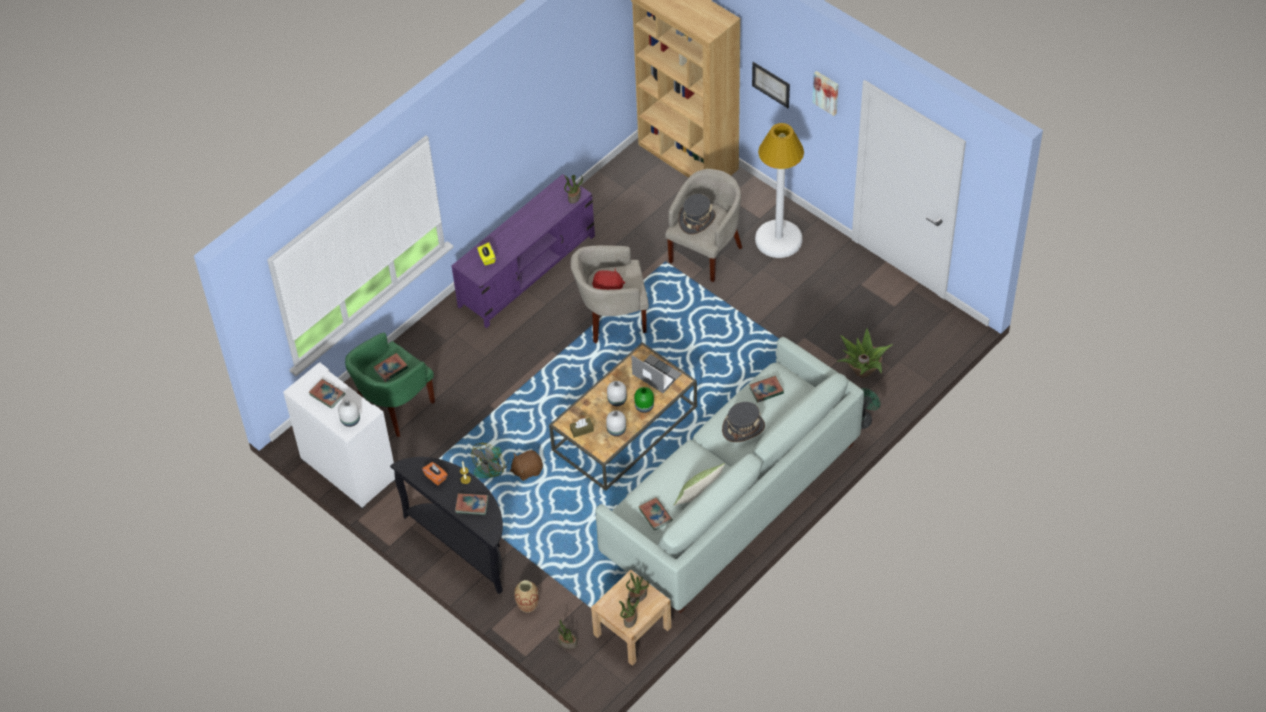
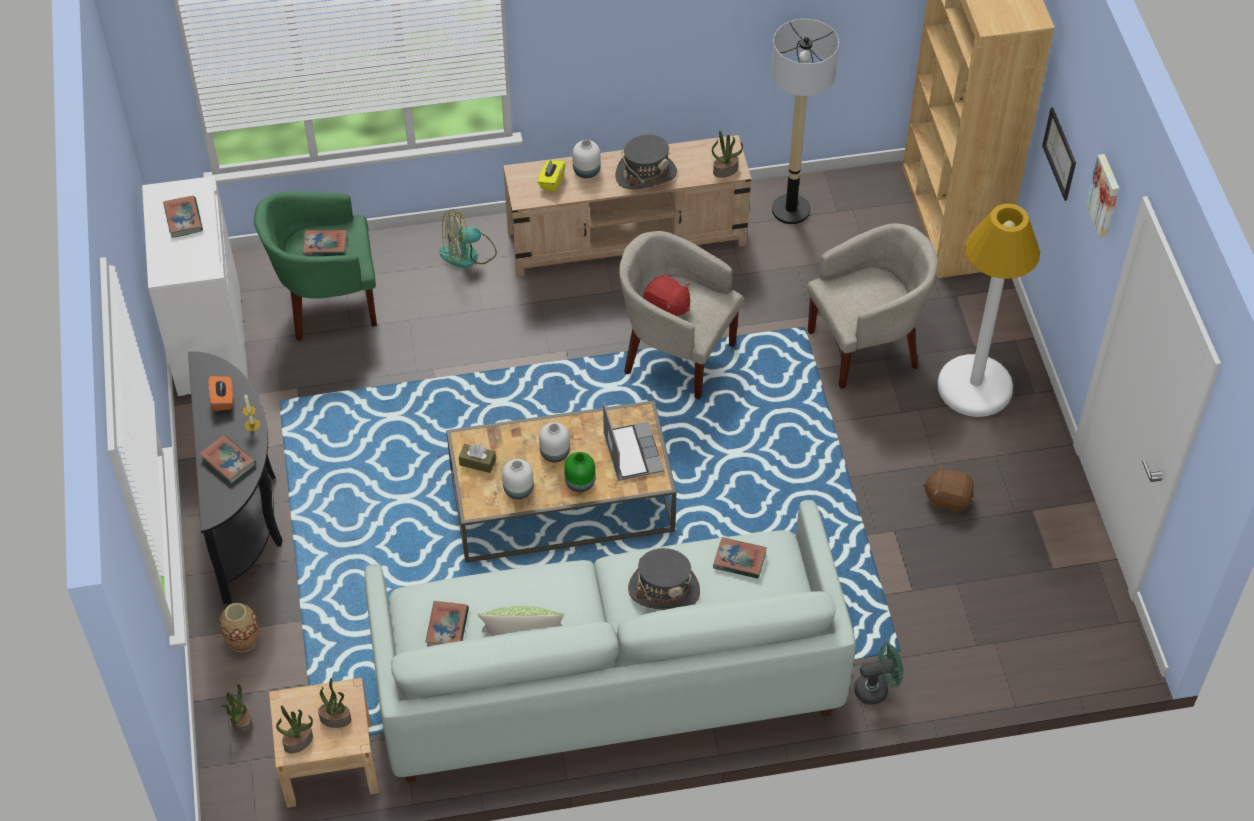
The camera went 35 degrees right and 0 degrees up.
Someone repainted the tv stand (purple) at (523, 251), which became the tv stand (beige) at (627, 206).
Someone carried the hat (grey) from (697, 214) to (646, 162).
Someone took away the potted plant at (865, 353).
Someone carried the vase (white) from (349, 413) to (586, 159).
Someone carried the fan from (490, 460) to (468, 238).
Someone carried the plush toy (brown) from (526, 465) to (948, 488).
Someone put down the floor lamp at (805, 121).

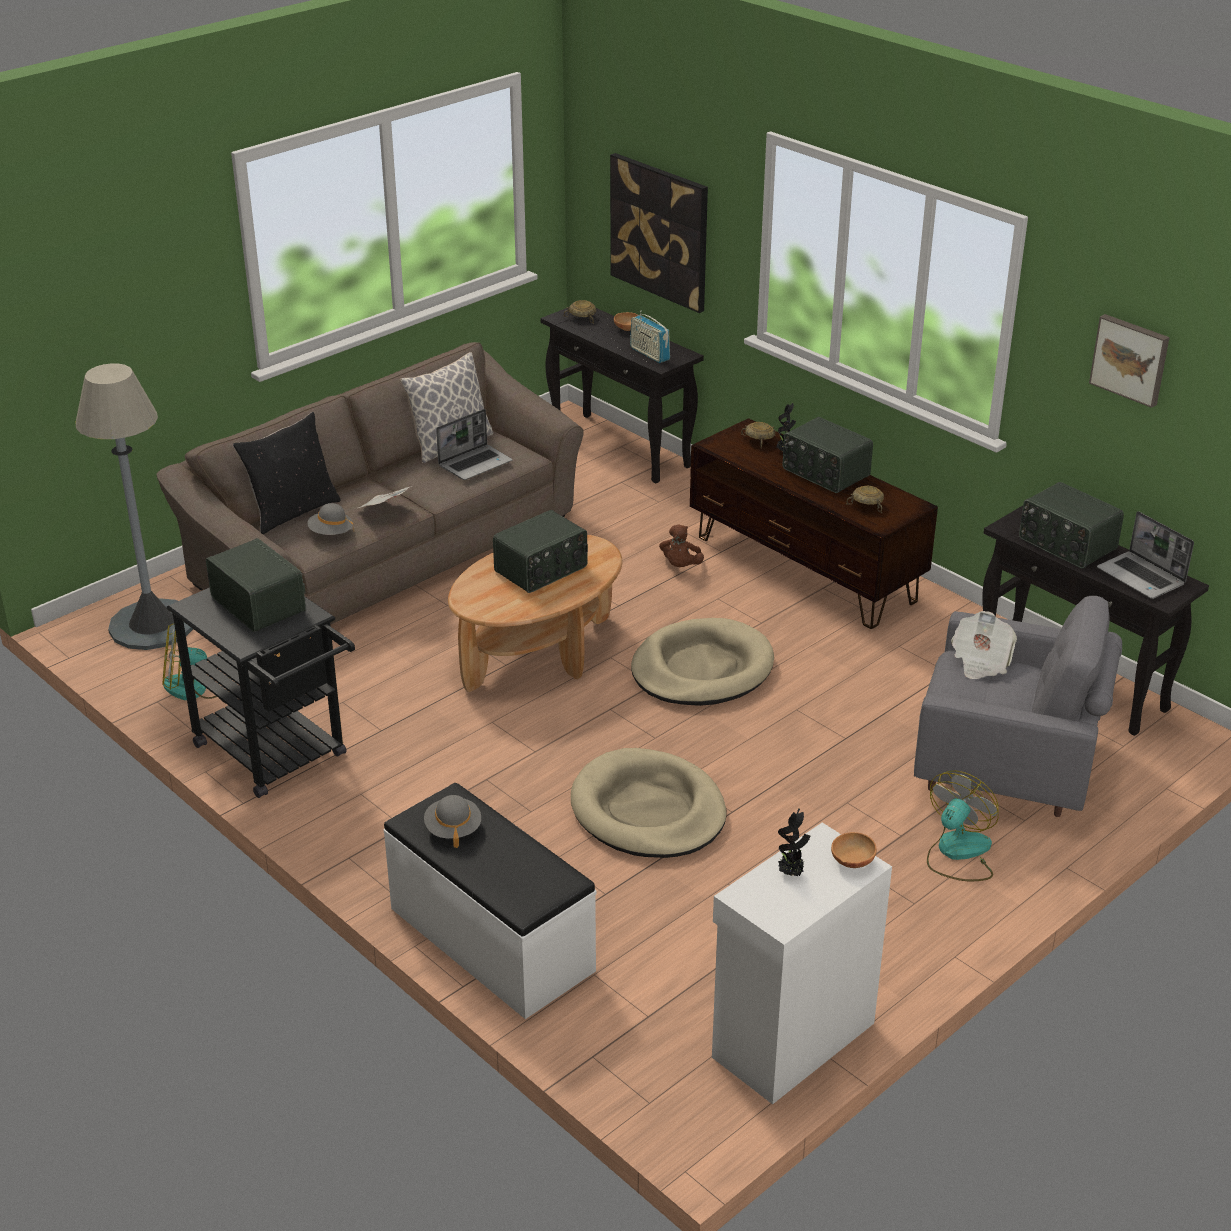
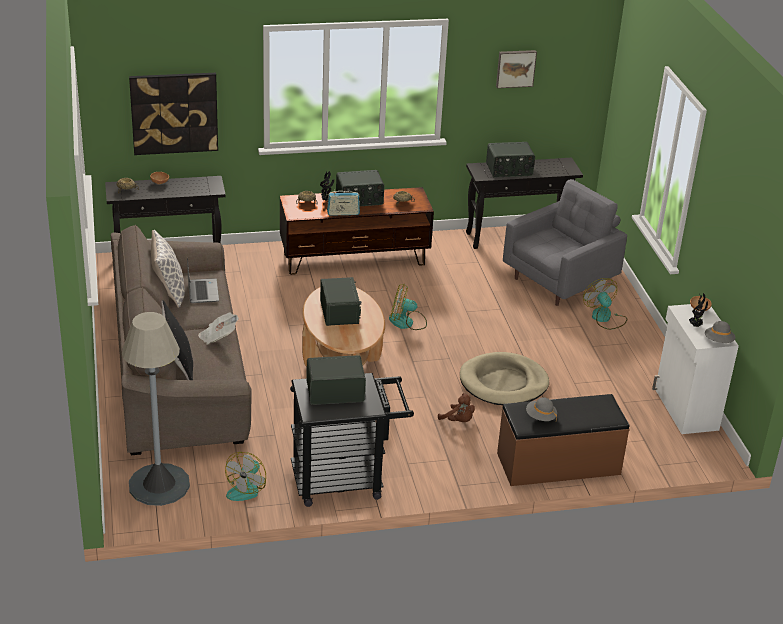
The camera went 60 degrees left and 0 degrees up.
Someone carried the radio from (650, 337) to (343, 203).
Someone carried the hat (grey) from (330, 519) to (720, 332).
Someone took away the laptop at (1145, 555).
Someone carried the plush toy (brown) from (681, 545) to (456, 407).
Someone took away the newspaper at (984, 645).
Someone swapped the dog bed (beige) at (702, 662) for the fan at (408, 307).
Someone repainted the bench (white) at (490, 901), which became the bench (brown) at (563, 440).

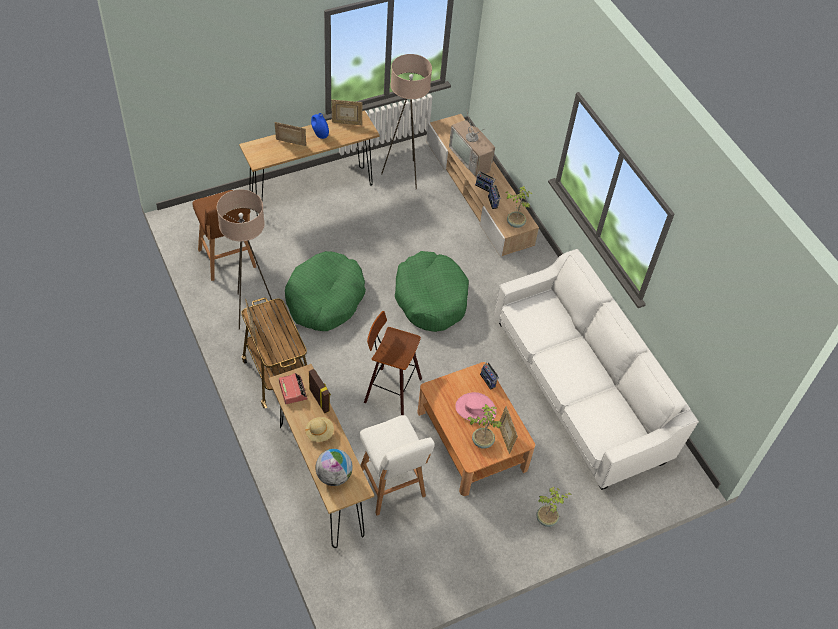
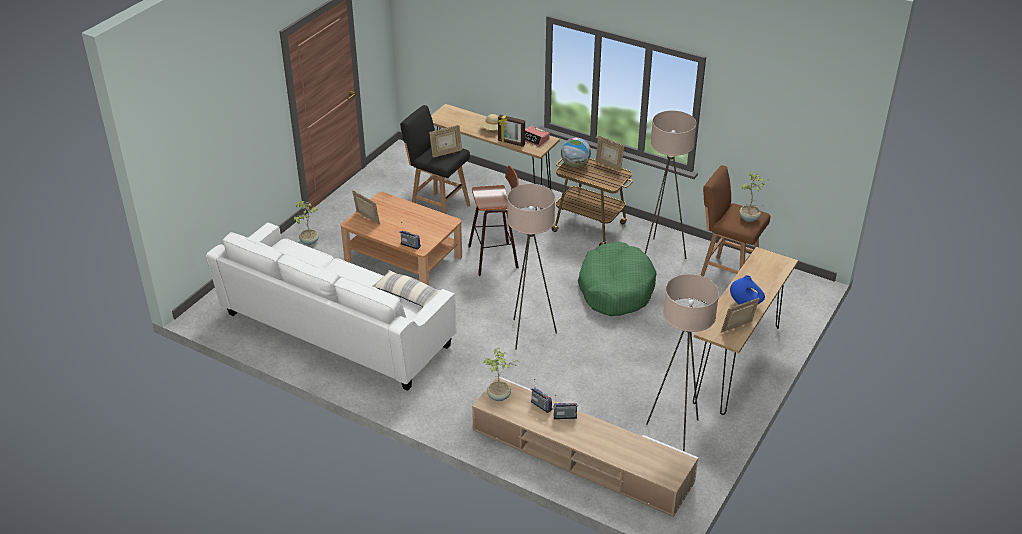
The camera went 150 degrees right and 15 degrees down.
Someone took away the television at (472, 143).
Someone carried the picture frame from (290, 134) to (445, 141).
Someone swapped the dog bed (green) at (432, 291) for the floor lamp (beige) at (532, 267).
Someone took away the hat (pink) at (475, 408).
Someone carried the potted plant from (484, 426) to (753, 196).
Someone repainted the stool (white) at (397, 465), which became the stool (black) at (435, 159).
Someone carried the globe from (334, 467) to (576, 153).
Someone put down the pillow at (406, 288).

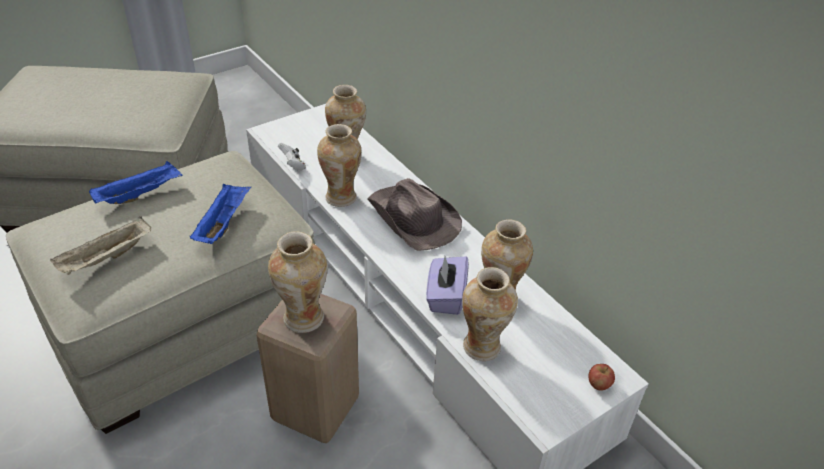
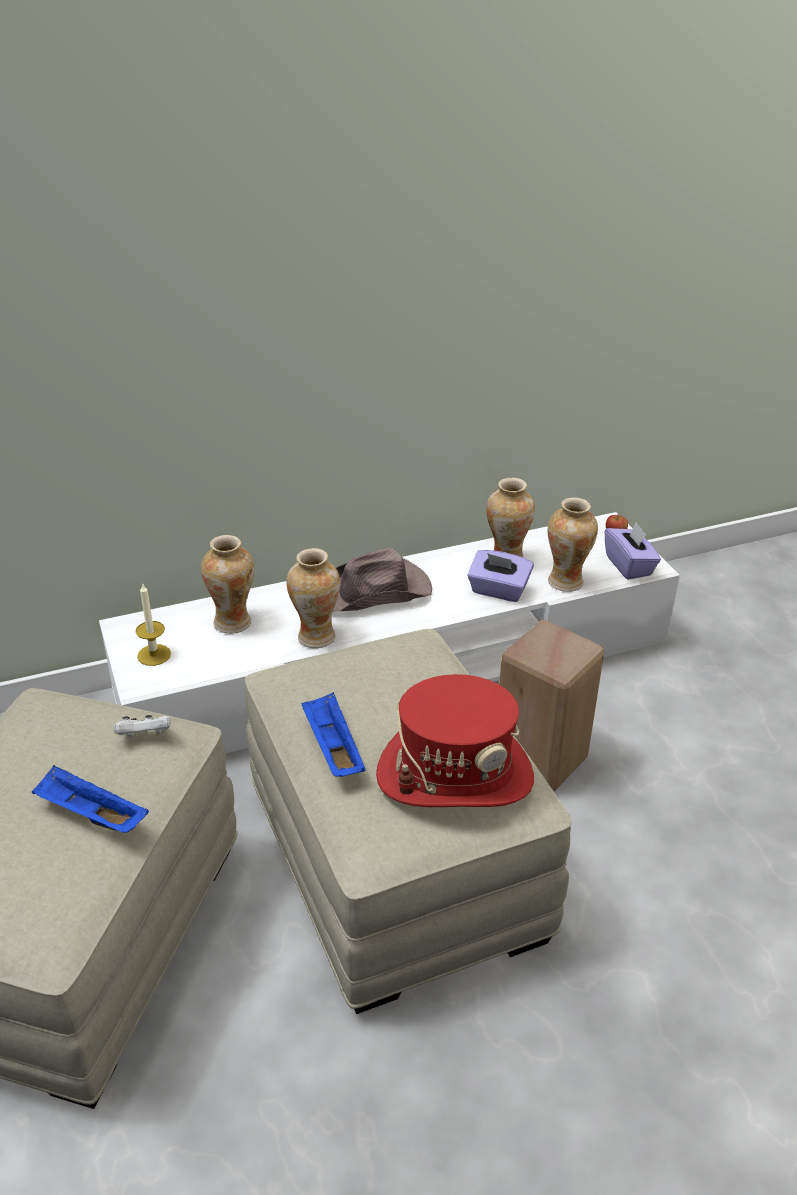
The camera went 75 degrees left and 5 degrees down.
Someone carried the game controller (white) from (292, 157) to (142, 726).
Someone carried the tray (blue) from (220, 213) to (90, 799).
Someone swapped the tray (beige) at (100, 245) for the hat (red) at (455, 740).
Someone took away the vase at (297, 282).
Someone put down the tissue box (purple) at (633, 551).
Someone put down the candle at (153, 625).

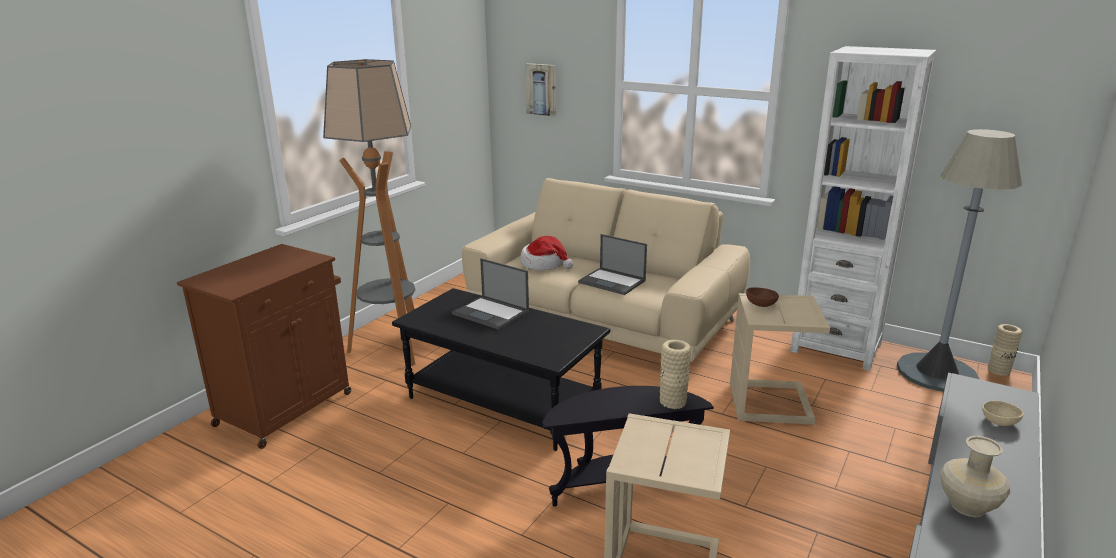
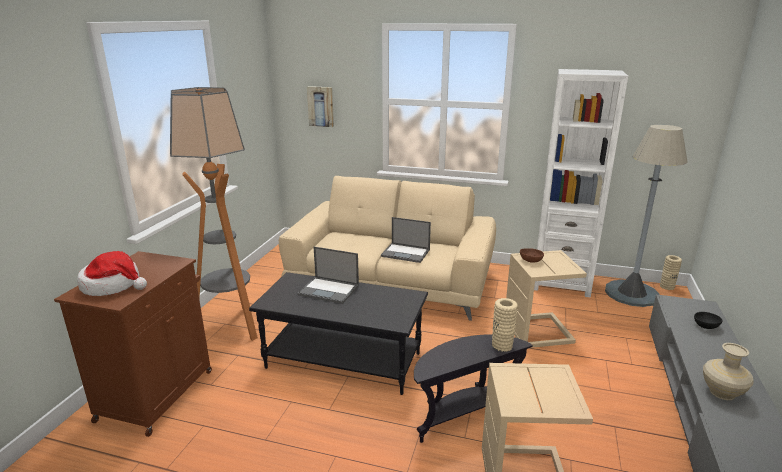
The camera went 15 degrees left and 0 degrees up.
Someone carried the hat from (546, 253) to (112, 273).
Someone repainted the bowl (beige) at (1003, 413), which became the bowl (black) at (708, 320).

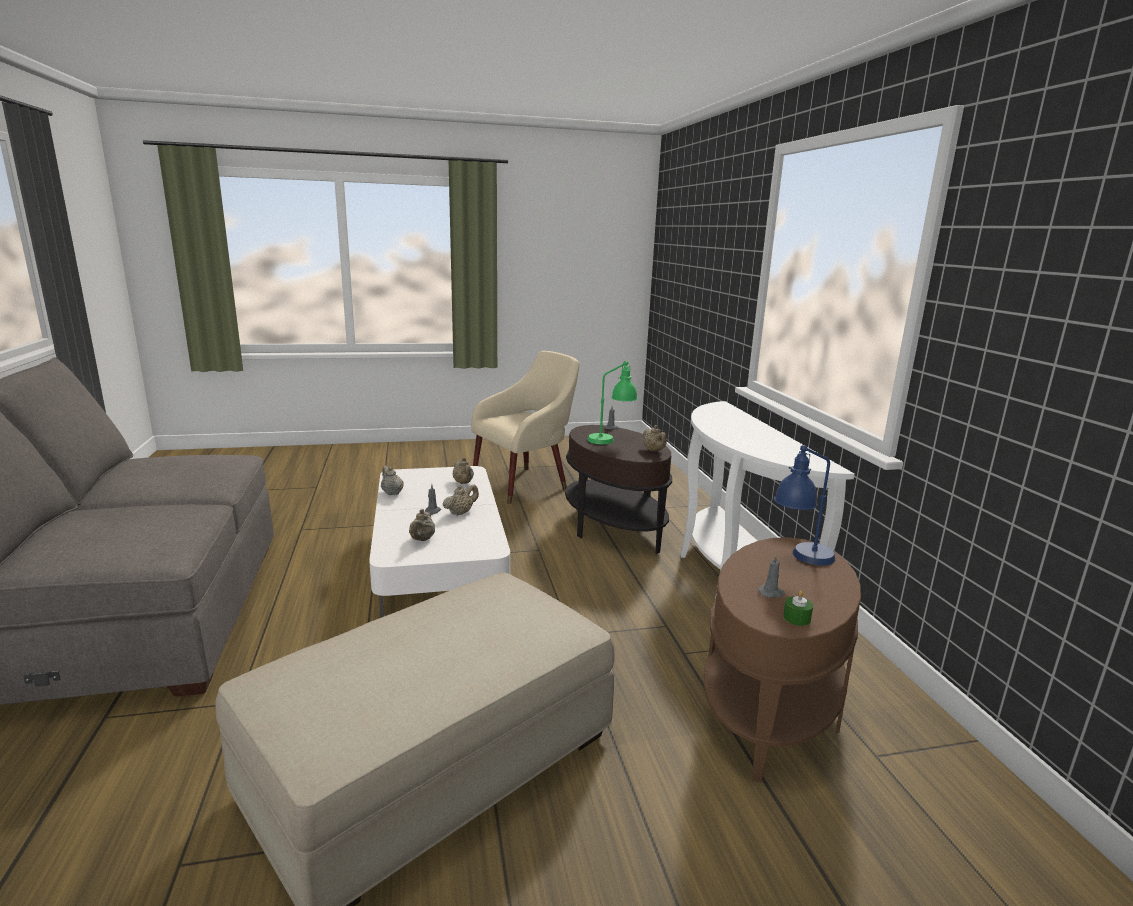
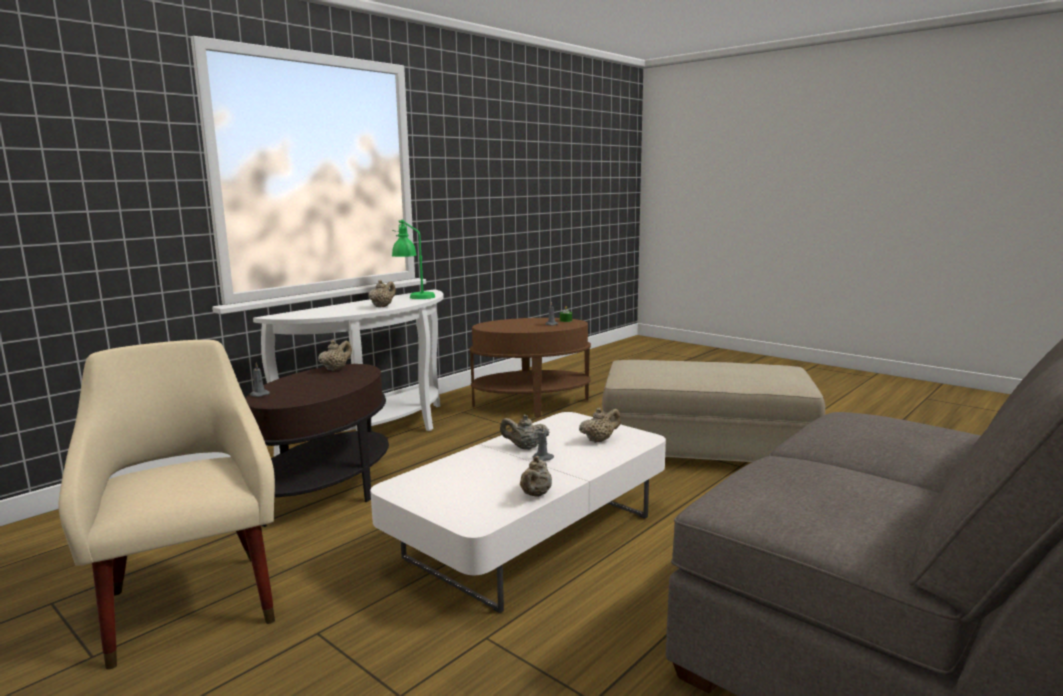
The camera went 125 degrees left and 5 degrees down.
Someone rotated the armchair (beige) at (525, 427) by 45 degrees clockwise.
Someone carried the table lamp (green) from (612, 402) to (413, 259).
Someone took away the table lamp (blue) at (804, 505).
Someone carried the teapot (beige) from (463, 470) to (382, 294).

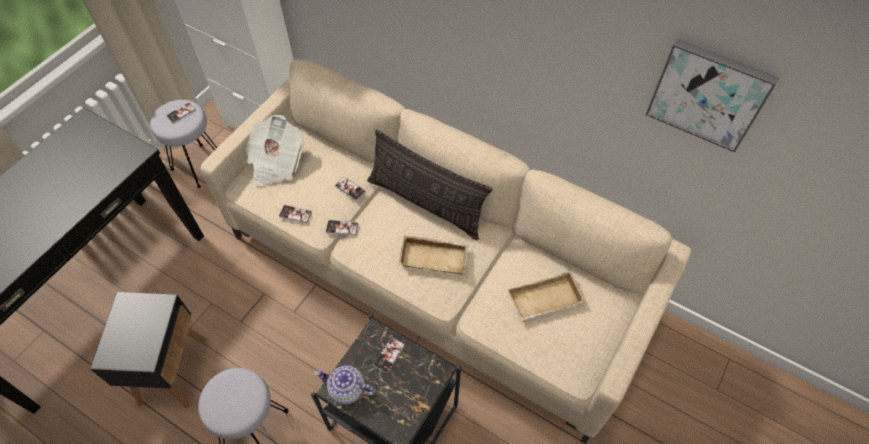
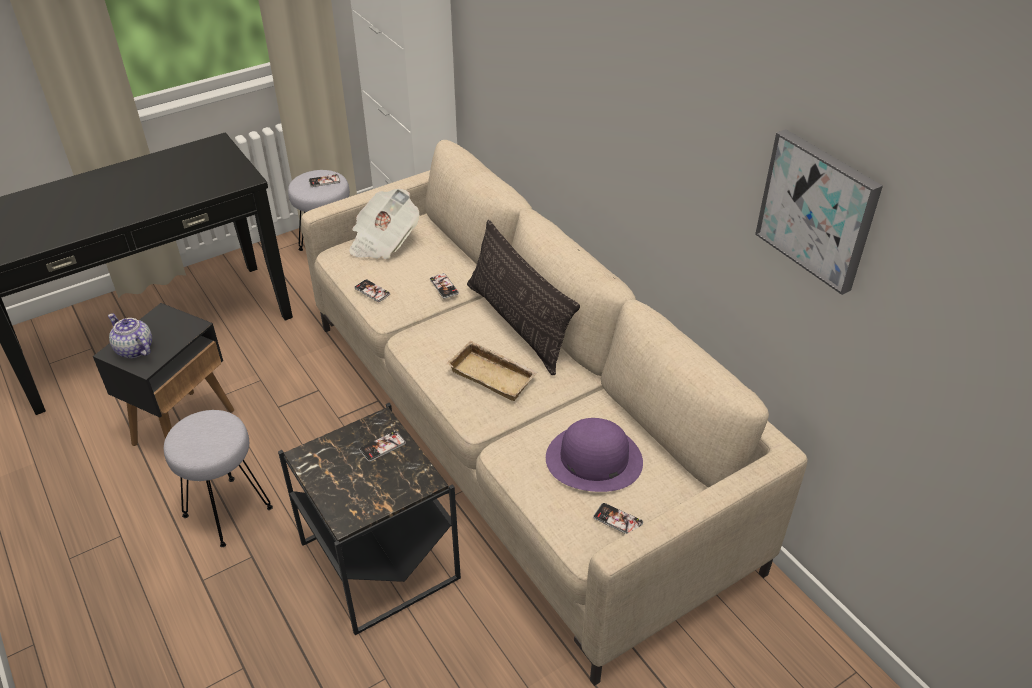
The camera went 25 degrees right and 15 degrees down.
Someone carried the phone from (342, 228) to (618, 518).
Someone swapped the tray (beige) at (546, 296) for the hat (purple) at (594, 455).
Someone carried the teapot from (345, 385) to (130, 336).

